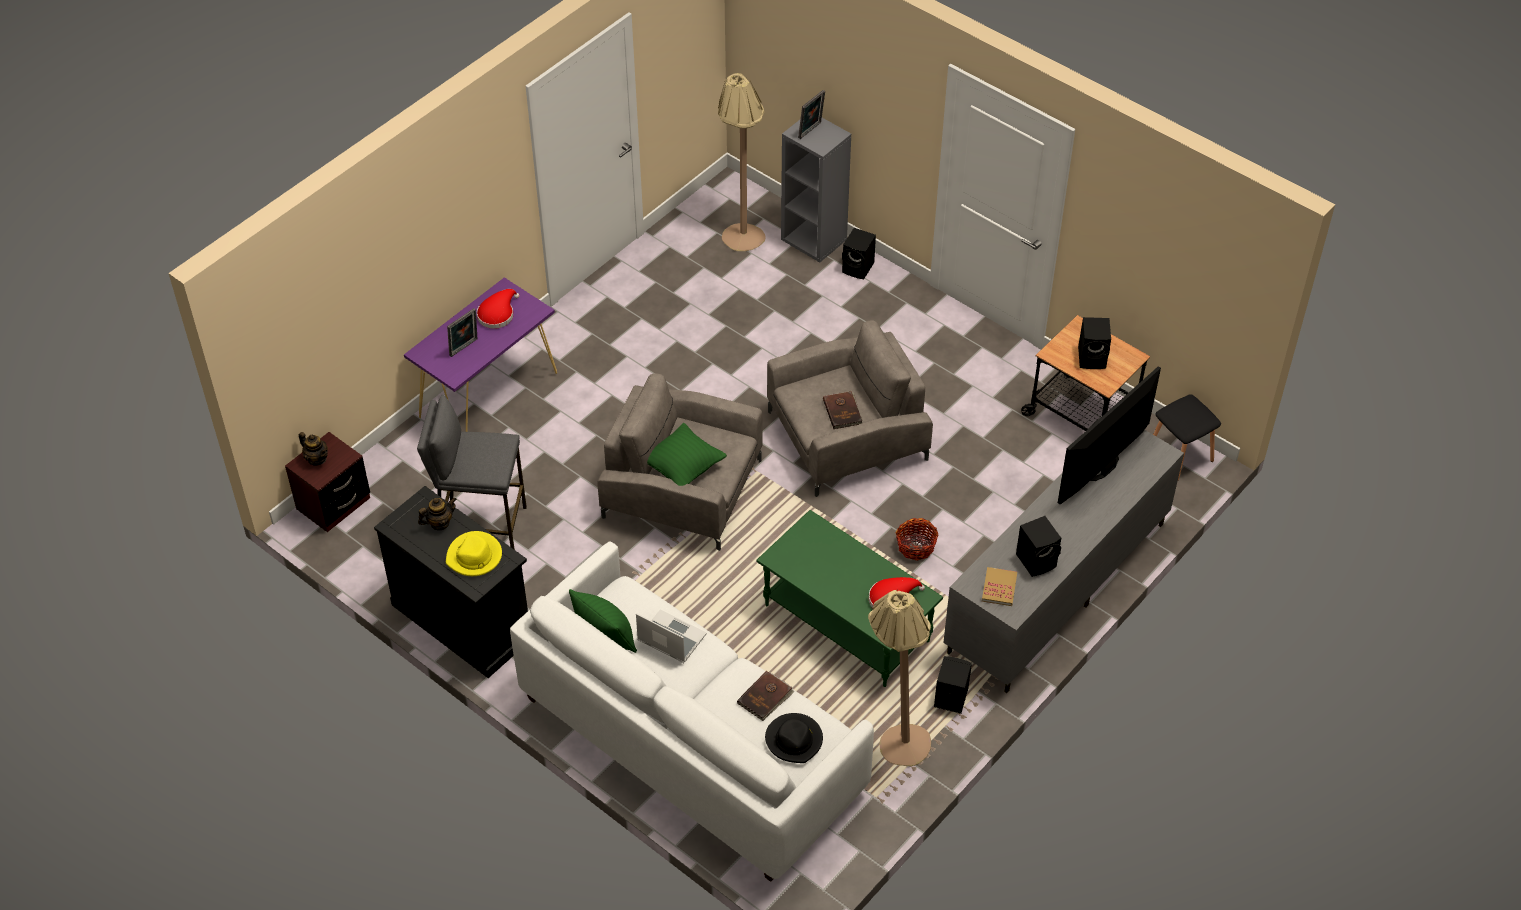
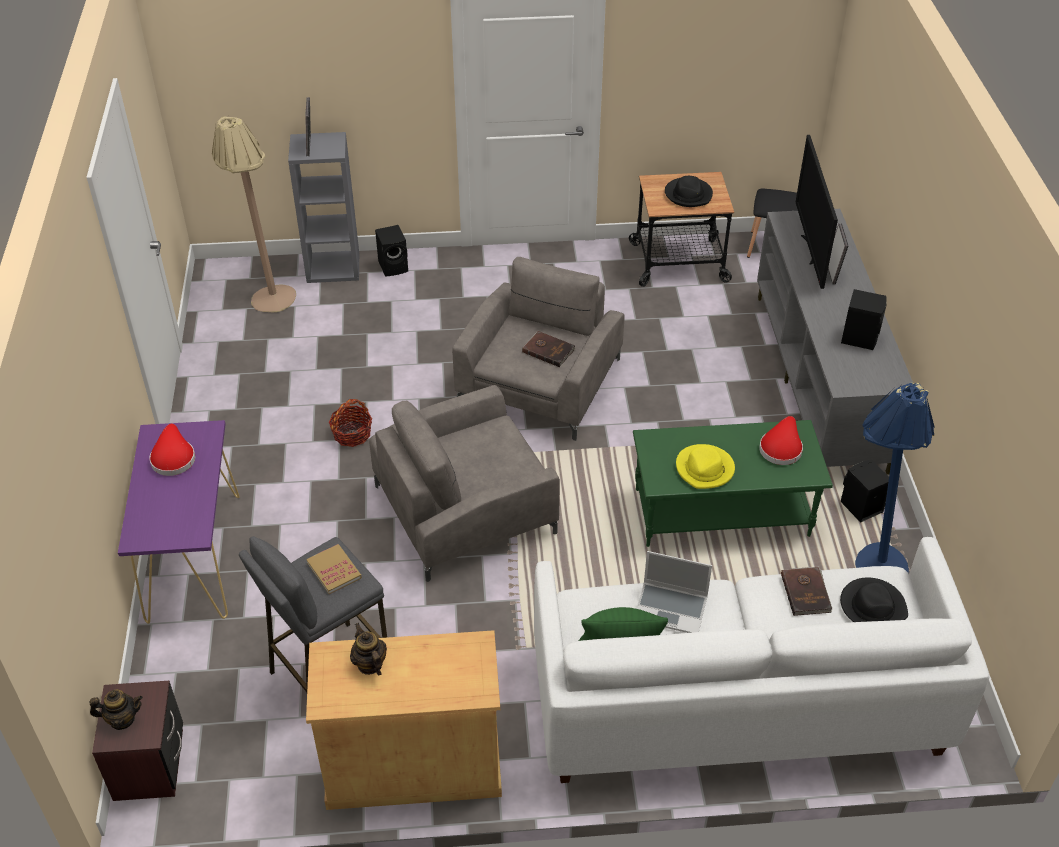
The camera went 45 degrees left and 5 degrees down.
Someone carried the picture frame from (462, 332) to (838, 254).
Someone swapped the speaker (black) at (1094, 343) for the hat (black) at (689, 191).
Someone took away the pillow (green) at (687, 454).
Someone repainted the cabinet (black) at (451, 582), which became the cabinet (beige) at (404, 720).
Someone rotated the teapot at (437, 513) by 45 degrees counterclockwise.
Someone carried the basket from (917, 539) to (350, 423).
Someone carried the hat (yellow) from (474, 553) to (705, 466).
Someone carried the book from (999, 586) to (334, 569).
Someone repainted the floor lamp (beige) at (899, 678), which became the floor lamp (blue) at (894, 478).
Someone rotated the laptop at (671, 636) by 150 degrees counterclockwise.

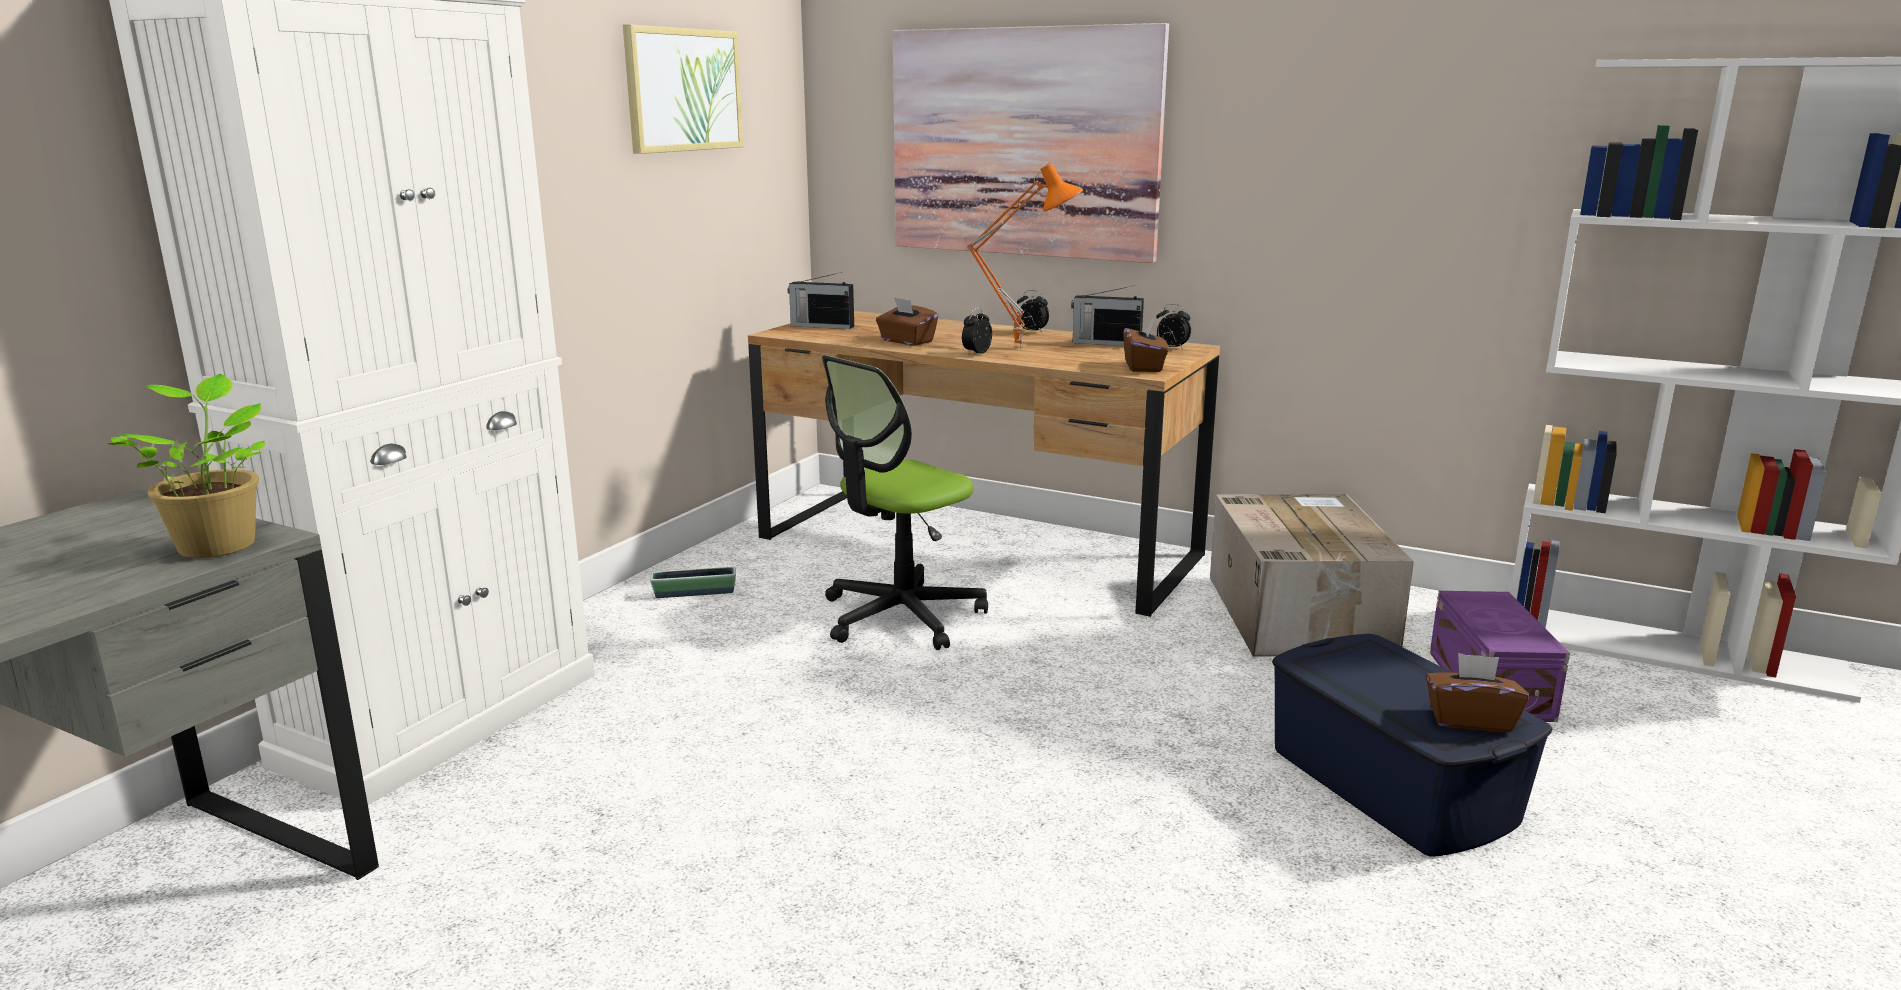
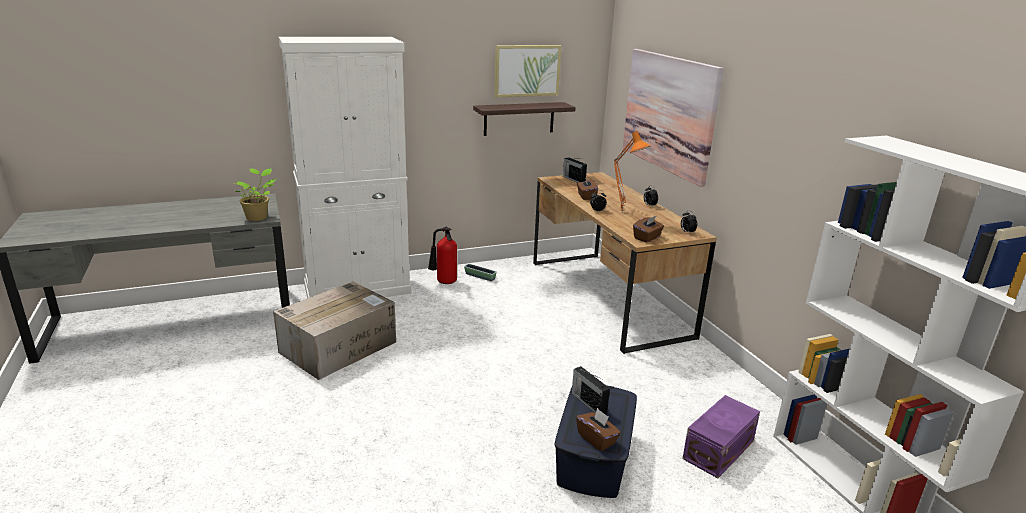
The camera went 40 degrees right and 5 degrees up.
Someone carried the radio from (1107, 316) to (591, 390).
Someone took away the office chair at (905, 502).
Someone carried the cardboard box from (1312, 575) to (334, 330).
Someone put up the shelf at (524, 119).
Someone put down the fire extinguisher at (442, 255).

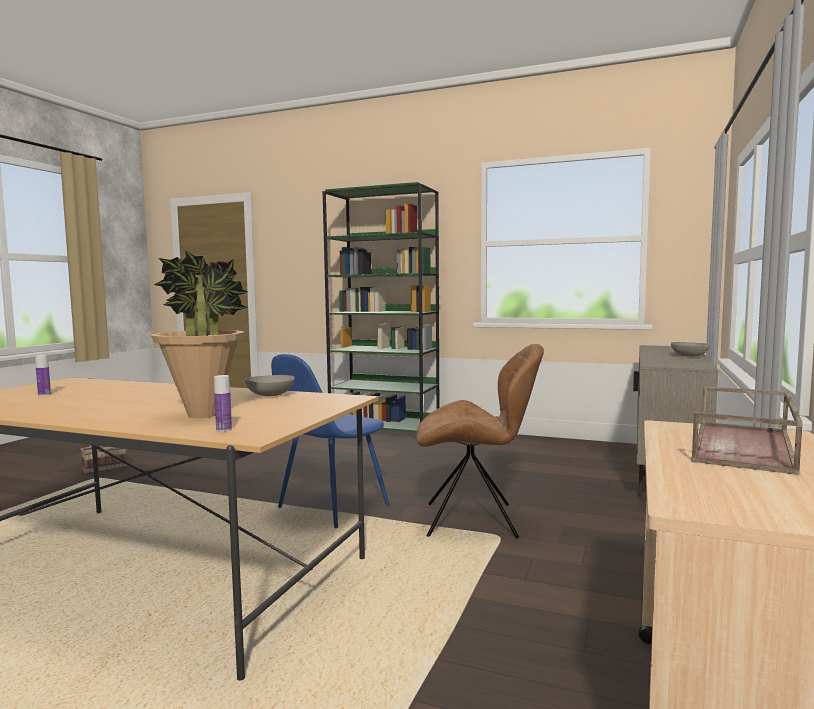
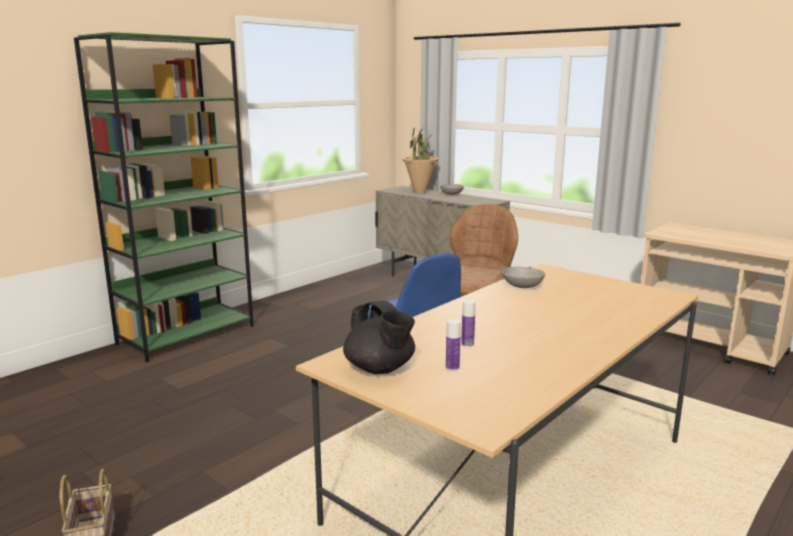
The camera went 70 degrees left and 10 degrees up.
Someone carried the potted plant from (199, 334) to (420, 160).
Someone carried the bottle from (223, 403) to (468, 323).
Someone took away the tray (brown) at (747, 430).
Someone put down the teapot (black) at (379, 337).

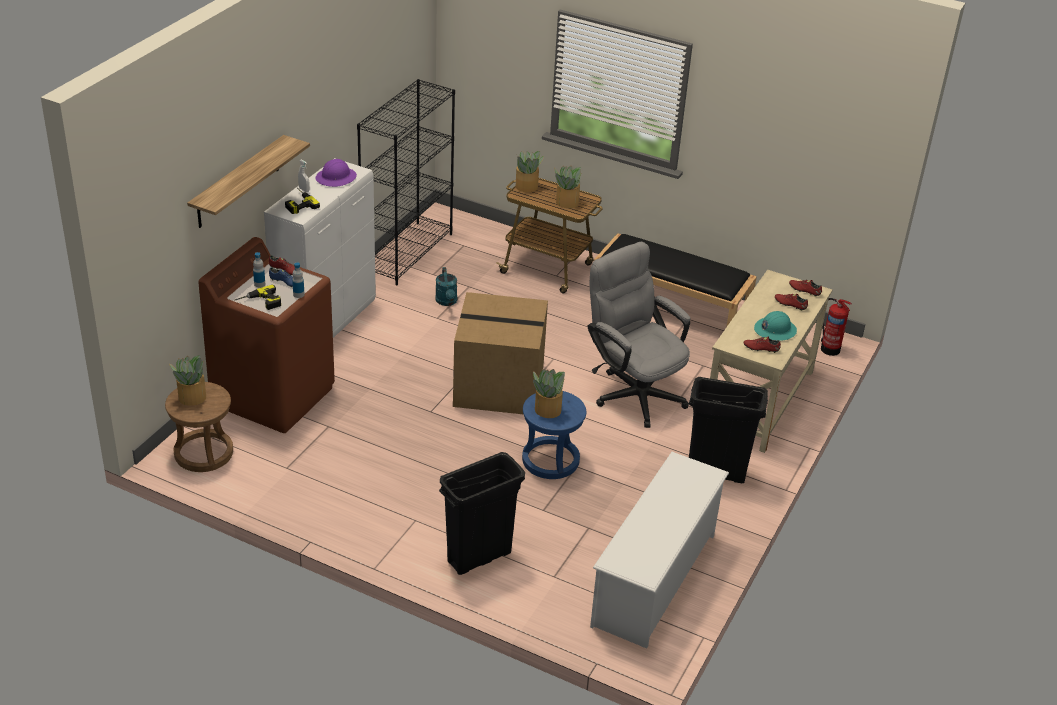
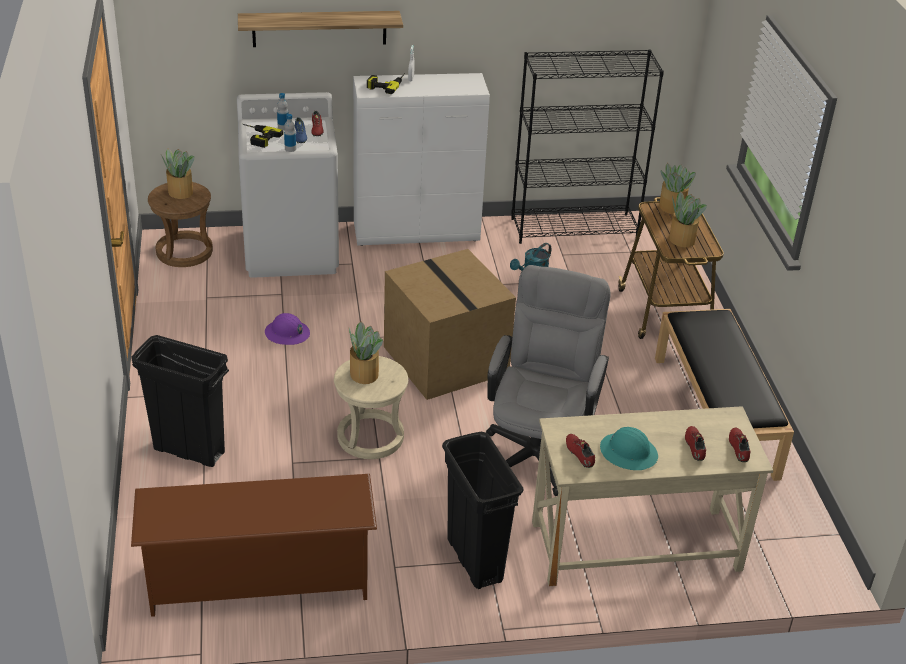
The camera went 55 degrees right and 0 degrees up.
Someone carried the hard hat (purple) from (336, 173) to (287, 329).
Someone repainted the washing machine (brown) at (266, 335), which became the washing machine (white) at (288, 185).
Someone took away the fire extinguisher at (836, 327).
Someone repainted the stool (blue) at (554, 435), which became the stool (beige) at (371, 407).
Someone repainted the shoe rack (white) at (659, 550), which became the shoe rack (brown) at (254, 545).

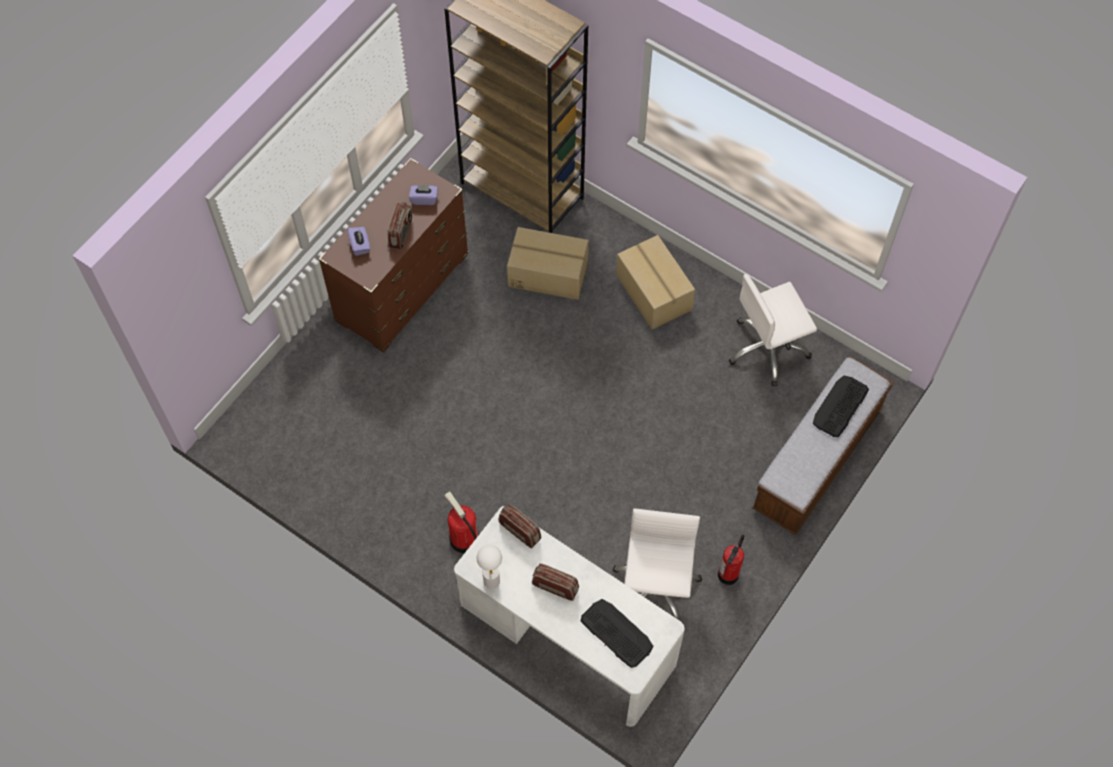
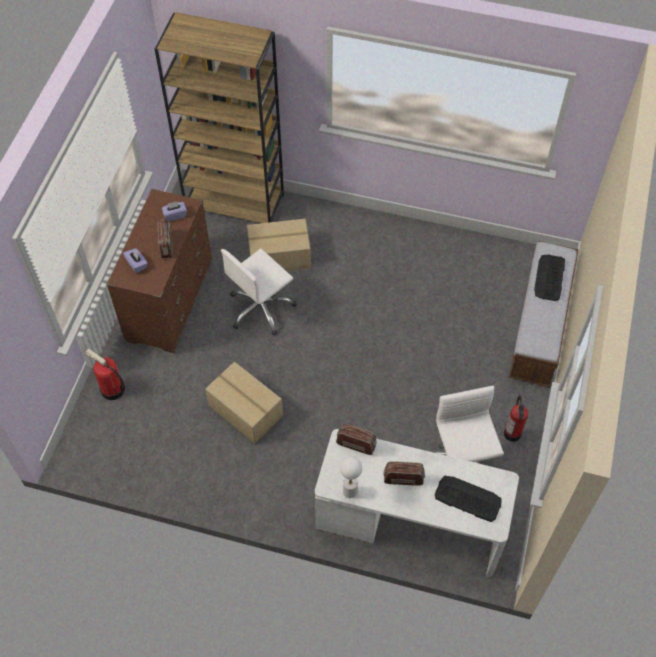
The camera went 20 degrees left and 5 degrees down.
Someone carried the cardboard box from (655, 282) to (244, 402).
Someone carried the office chair (white) from (773, 330) to (259, 292).
Someone carried the fire extinguisher from (461, 522) to (105, 374).

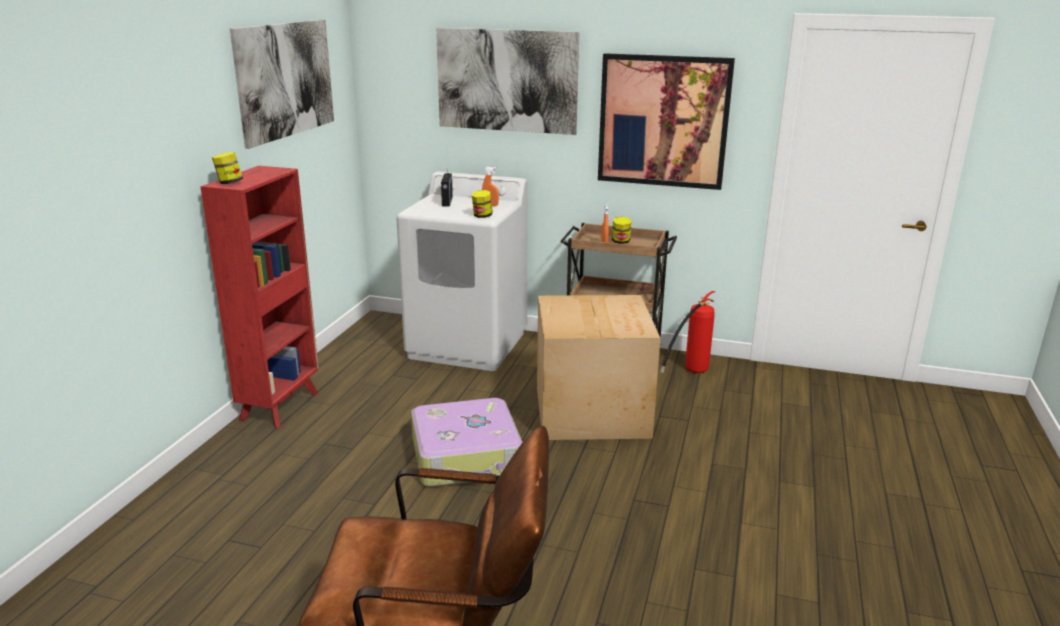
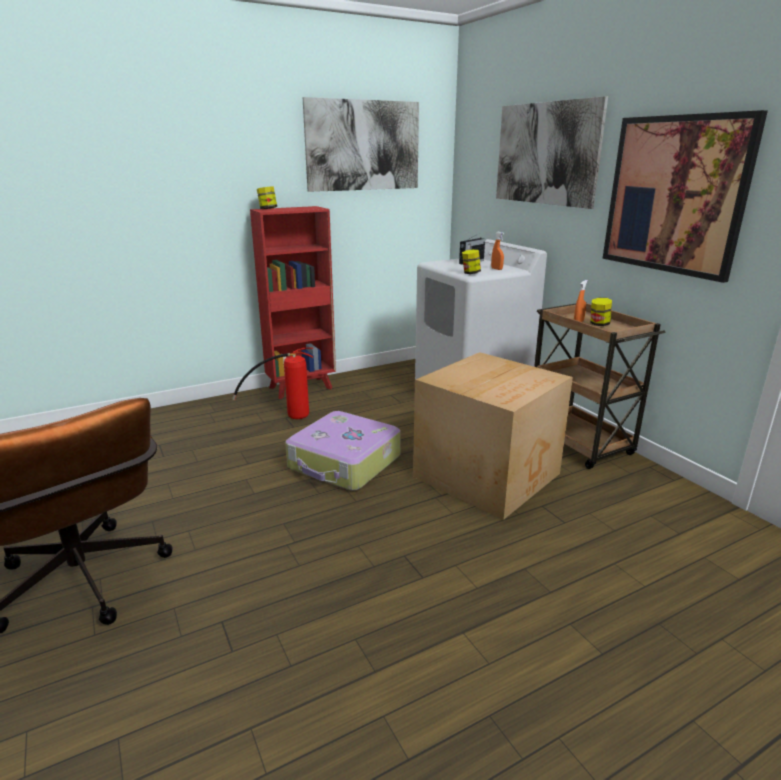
The camera went 45 degrees right and 0 degrees up.
Someone carried the fire extinguisher from (687, 332) to (272, 383).

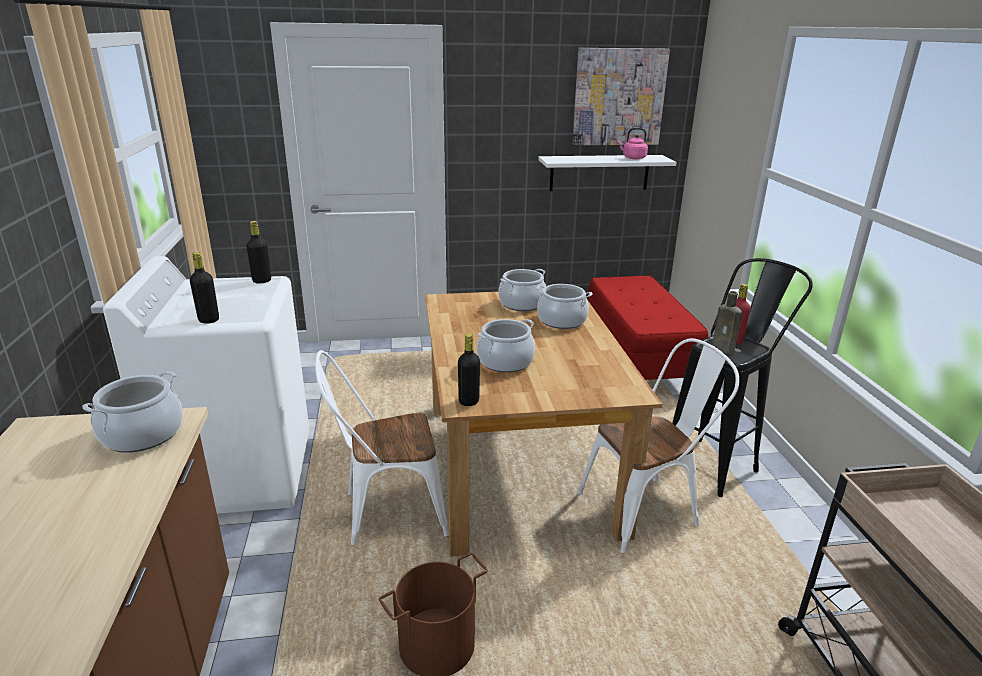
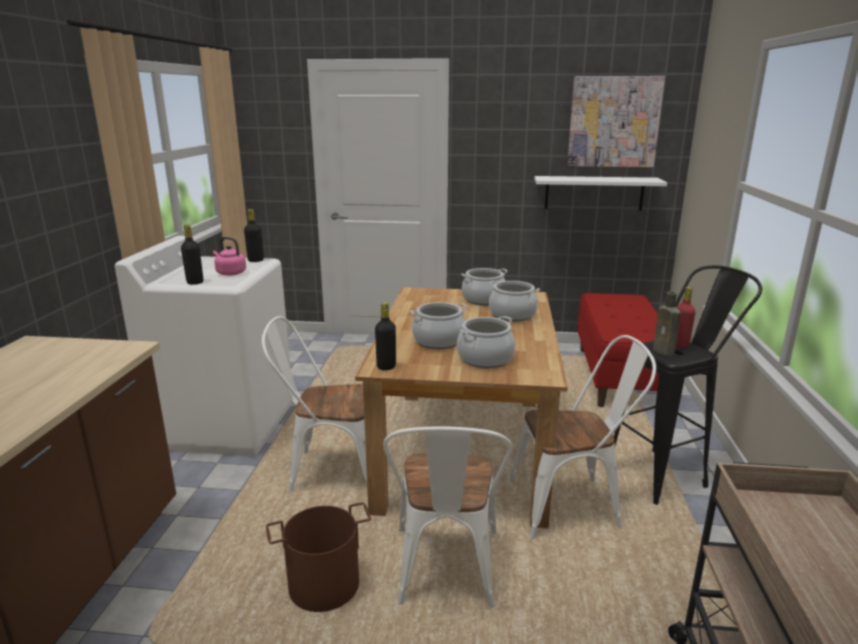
The camera went 15 degrees right and 5 degrees down.
Someone carried the kettle (pink) from (632, 143) to (229, 256).
Someone carried the cooking pot from (133, 412) to (486, 342).
Someone put down the chair (white) at (448, 516).

